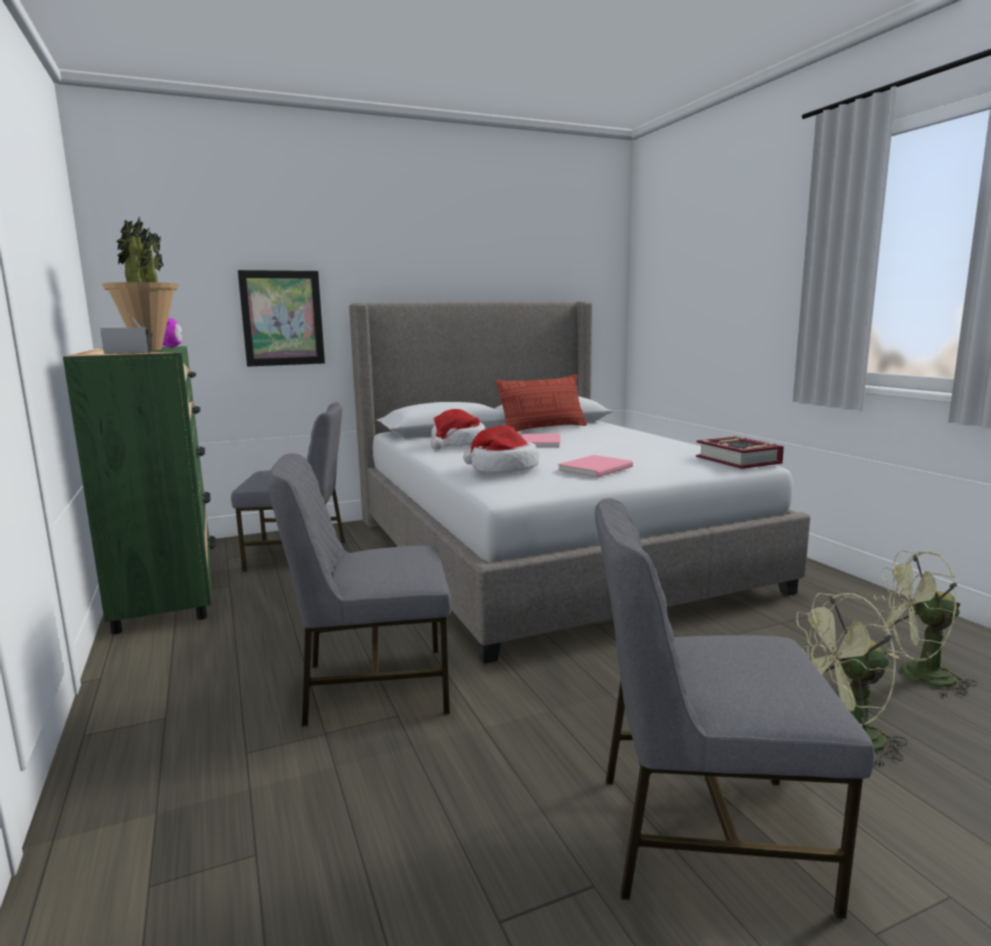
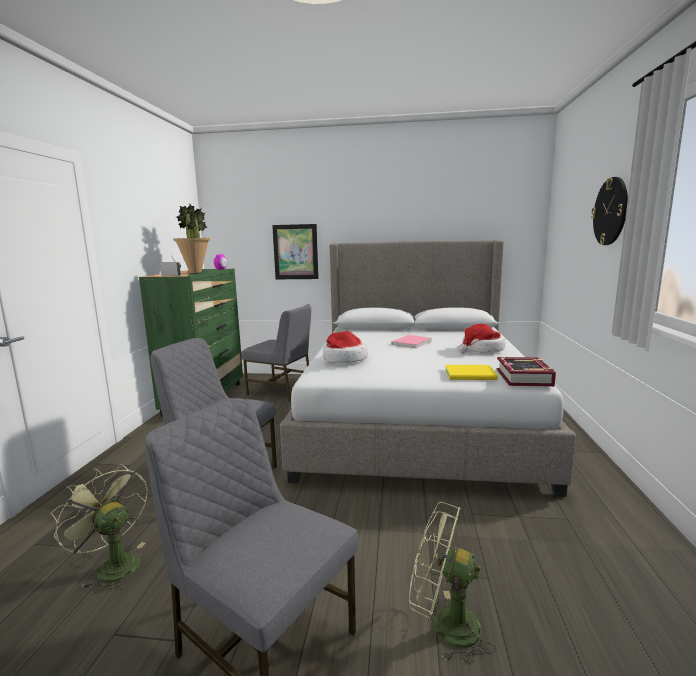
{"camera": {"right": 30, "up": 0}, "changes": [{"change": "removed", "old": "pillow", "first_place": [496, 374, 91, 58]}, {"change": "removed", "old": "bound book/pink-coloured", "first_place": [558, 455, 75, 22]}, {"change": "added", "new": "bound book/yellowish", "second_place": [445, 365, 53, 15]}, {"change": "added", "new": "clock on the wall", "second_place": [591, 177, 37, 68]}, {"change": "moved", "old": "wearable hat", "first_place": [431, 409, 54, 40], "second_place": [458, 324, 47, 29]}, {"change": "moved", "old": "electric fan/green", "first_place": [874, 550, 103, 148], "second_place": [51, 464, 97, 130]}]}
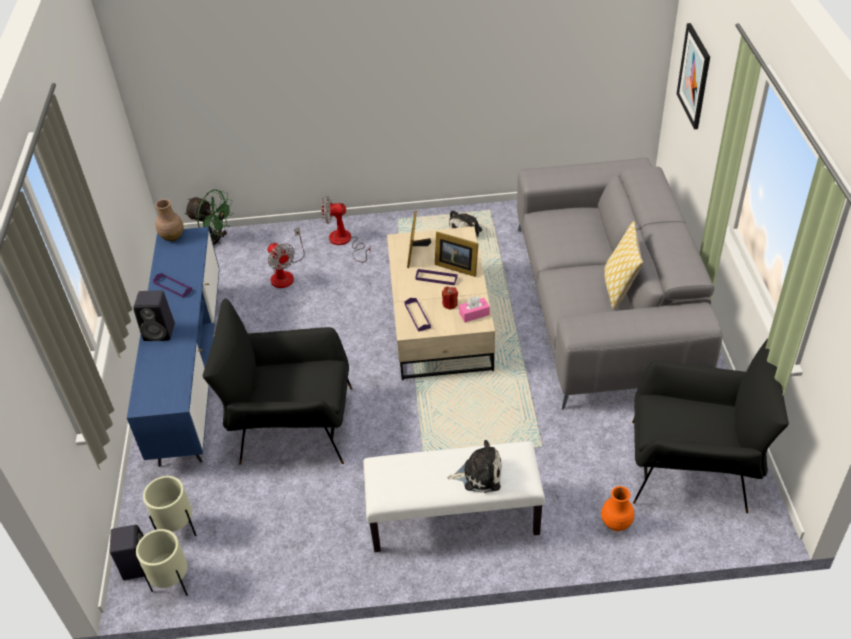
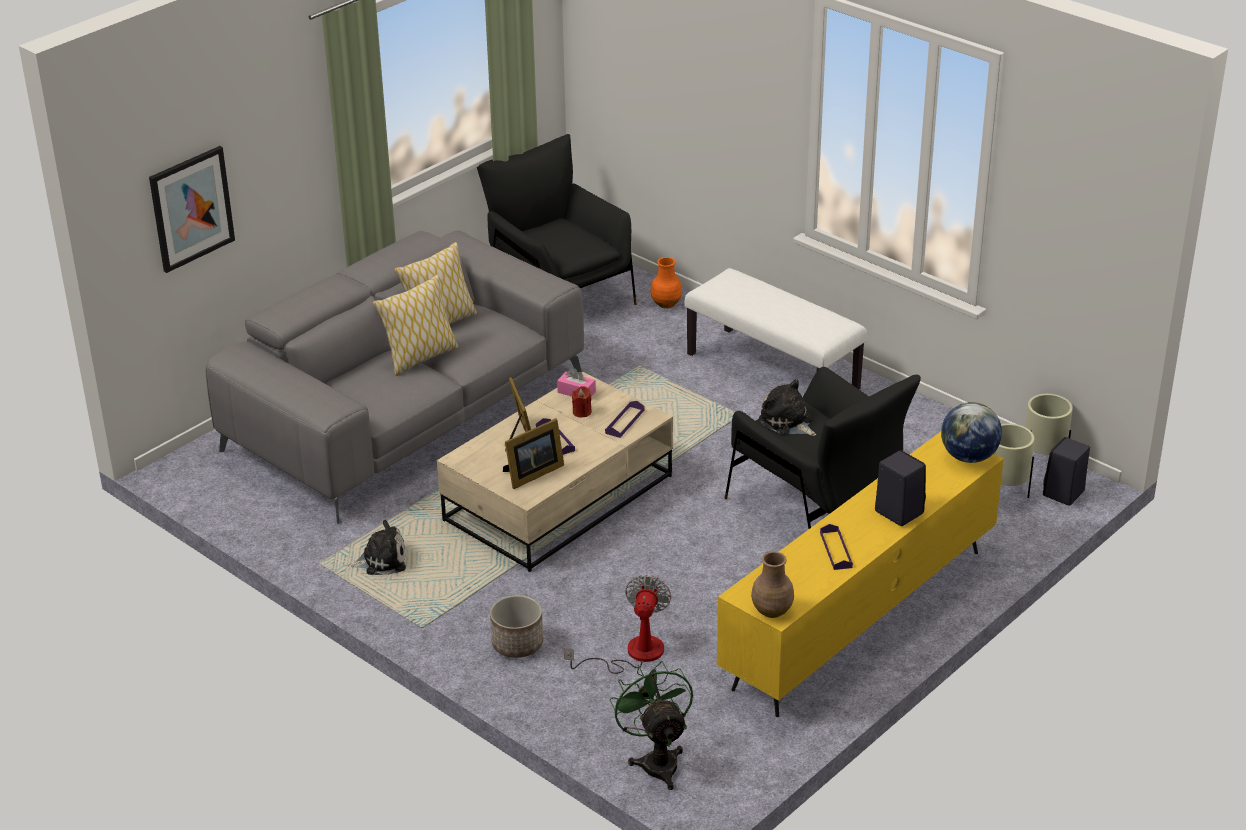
{"camera": {"right": -135, "up": -10}, "changes": [{"change": "added", "new": "pillow", "second_place": [373, 274, 86, 102]}, {"change": "added", "new": "world globe", "second_place": [941, 402, 61, 61]}, {"change": "moved", "old": "soft toy", "first_place": [448, 440, 54, 53], "second_place": [759, 379, 57, 57]}, {"change": "replaced", "old": "electric fan", "new": "planter", "first_place": [321, 196, 50, 66], "second_place": [490, 595, 53, 63]}, {"change": "recoloured", "old": "media console/bluish", "new": "media console/yellowish", "first_place": [127, 227, 93, 240], "second_place": [717, 432, 287, 285]}]}
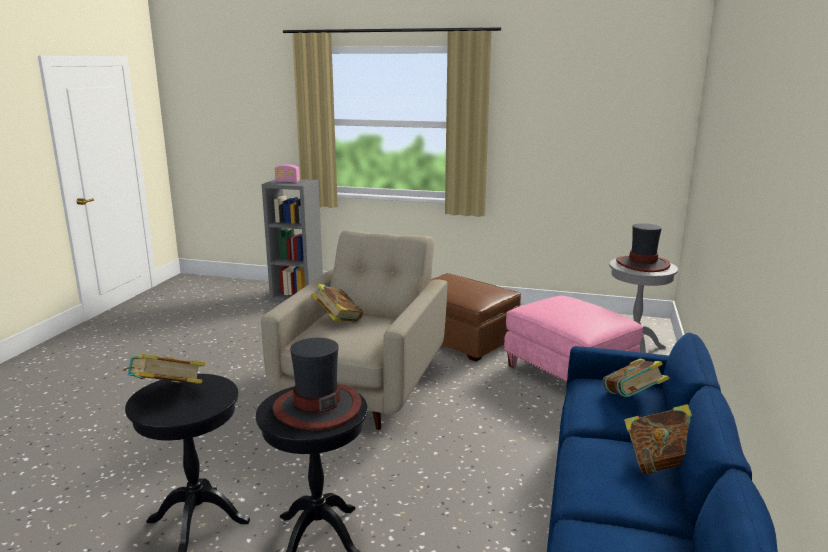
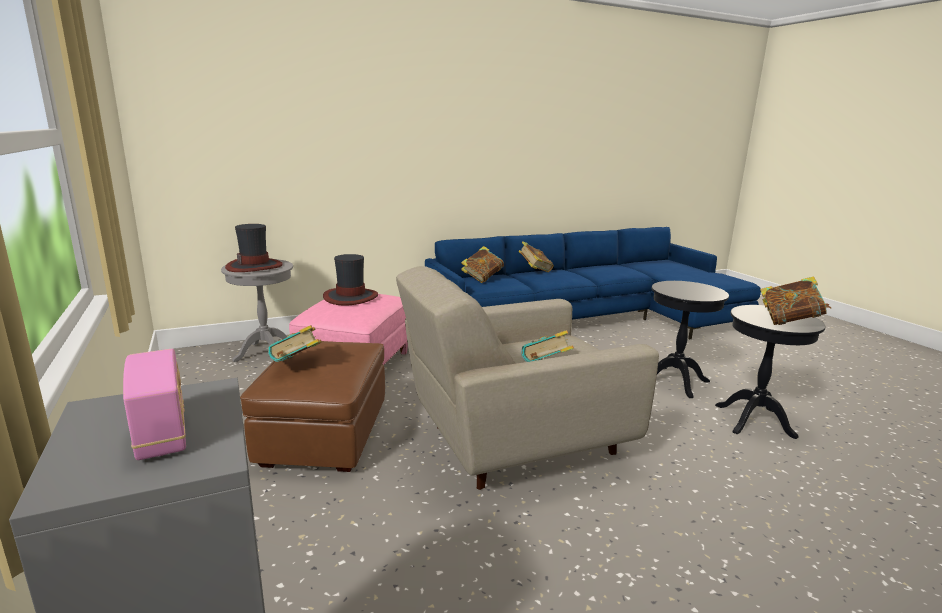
{"camera": {"right": -130, "up": 0}, "changes": [{"change": "added", "new": "bound book", "second_place": [268, 325, 54, 37]}, {"change": "moved", "old": "wearable hat", "first_place": [273, 338, 89, 92], "second_place": [323, 254, 55, 51]}]}
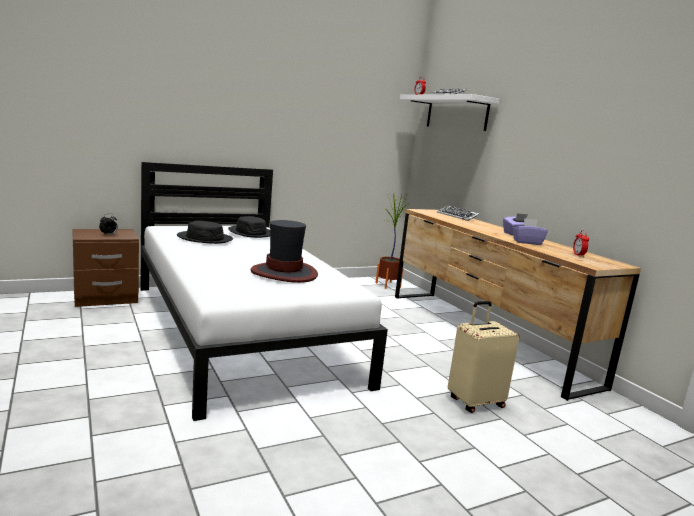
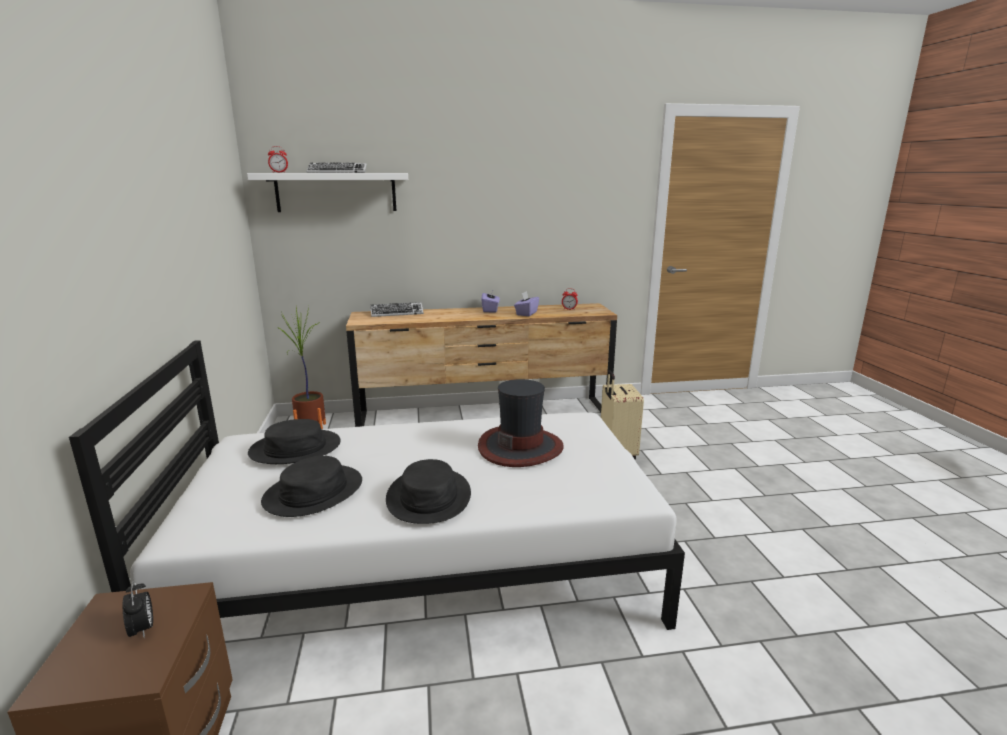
{"camera": {"right": -70, "up": 5}, "changes": [{"change": "added", "new": "wearable hat/blackish", "second_place": [386, 459, 85, 65]}]}
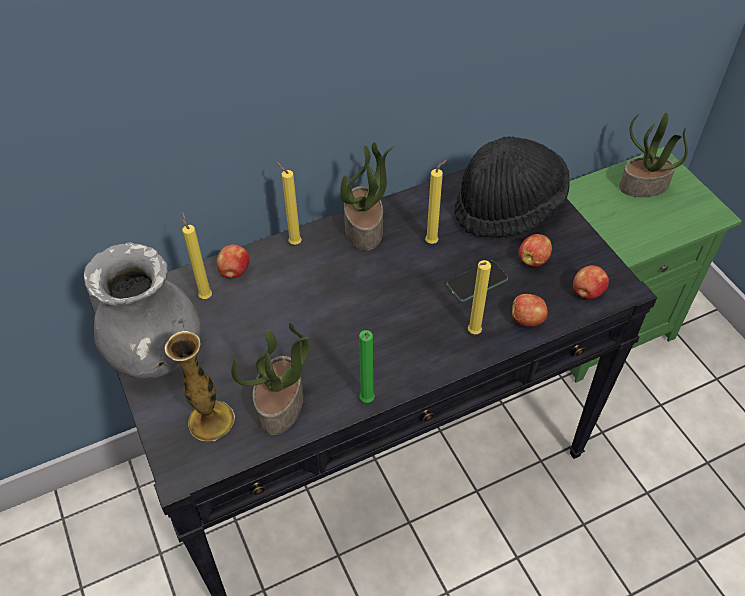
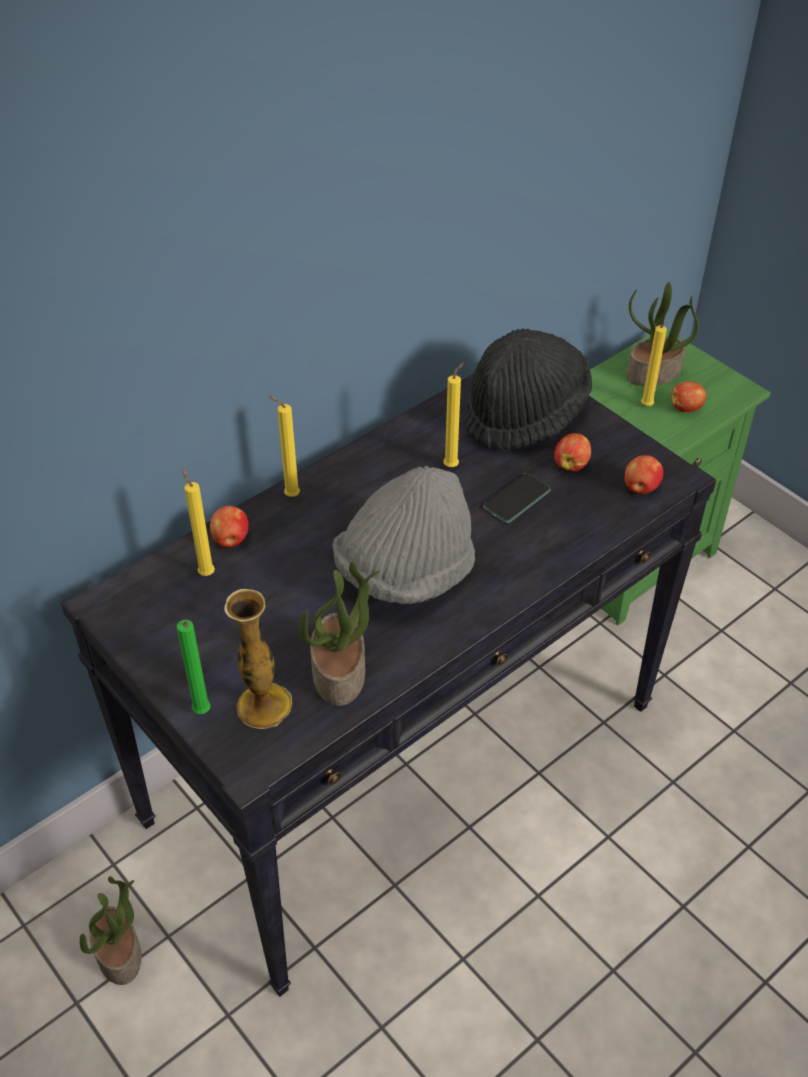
{"camera": {"right": -15, "up": -5}, "changes": [{"change": "removed", "old": "flower vase/greyish", "first_place": [84, 242, 117, 136]}, {"change": "added", "new": "wearable hat/greyish", "second_place": [333, 466, 142, 138]}, {"change": "moved", "old": "houseplant", "first_place": [340, 142, 55, 109], "second_place": [80, 876, 62, 109]}, {"change": "moved", "old": "wax light/green", "first_place": [359, 330, 16, 73], "second_place": [177, 620, 34, 94]}, {"change": "moved", "old": "wax light/yellowish", "first_place": [468, 260, 23, 74], "second_place": [641, 325, 26, 81]}, {"change": "moved", "old": "apple", "first_place": [512, 294, 36, 33], "second_place": [671, 382, 35, 30]}]}
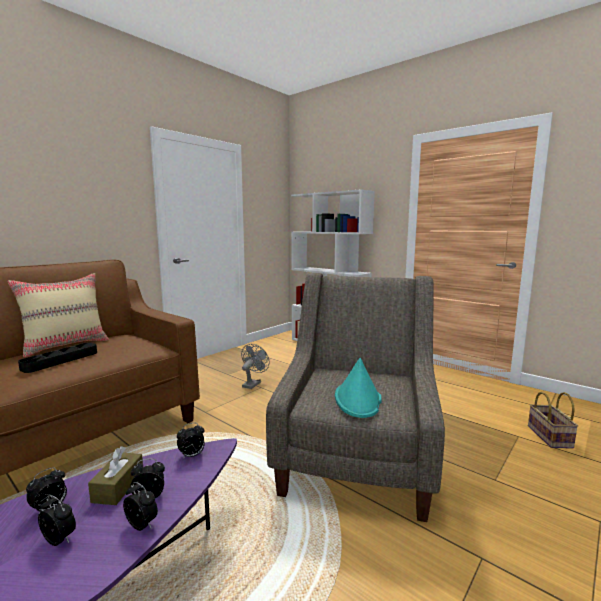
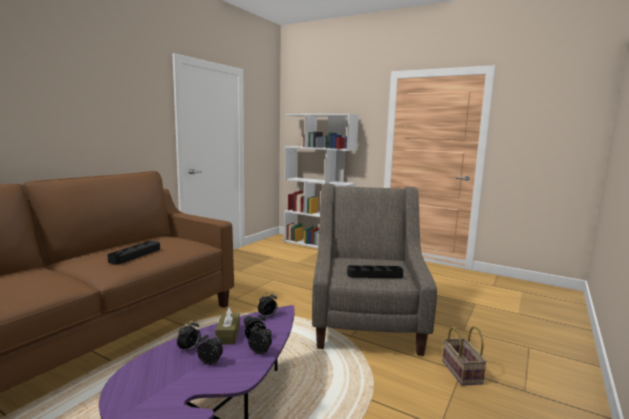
{"camera": {"right": -10, "up": 0}, "changes": [{"change": "removed", "old": "pillow/beige-coloured", "first_place": [8, 273, 101, 85]}, {"change": "removed", "old": "electric fan/greyish", "first_place": [241, 344, 28, 45]}, {"change": "moved", "old": "basket", "first_place": [528, 392, 50, 57], "second_place": [442, 326, 45, 60]}, {"change": "replaced", "old": "wearable hat/turquoise-coloured", "new": "tray/blackish", "first_place": [335, 358, 47, 60], "second_place": [347, 265, 56, 13]}]}
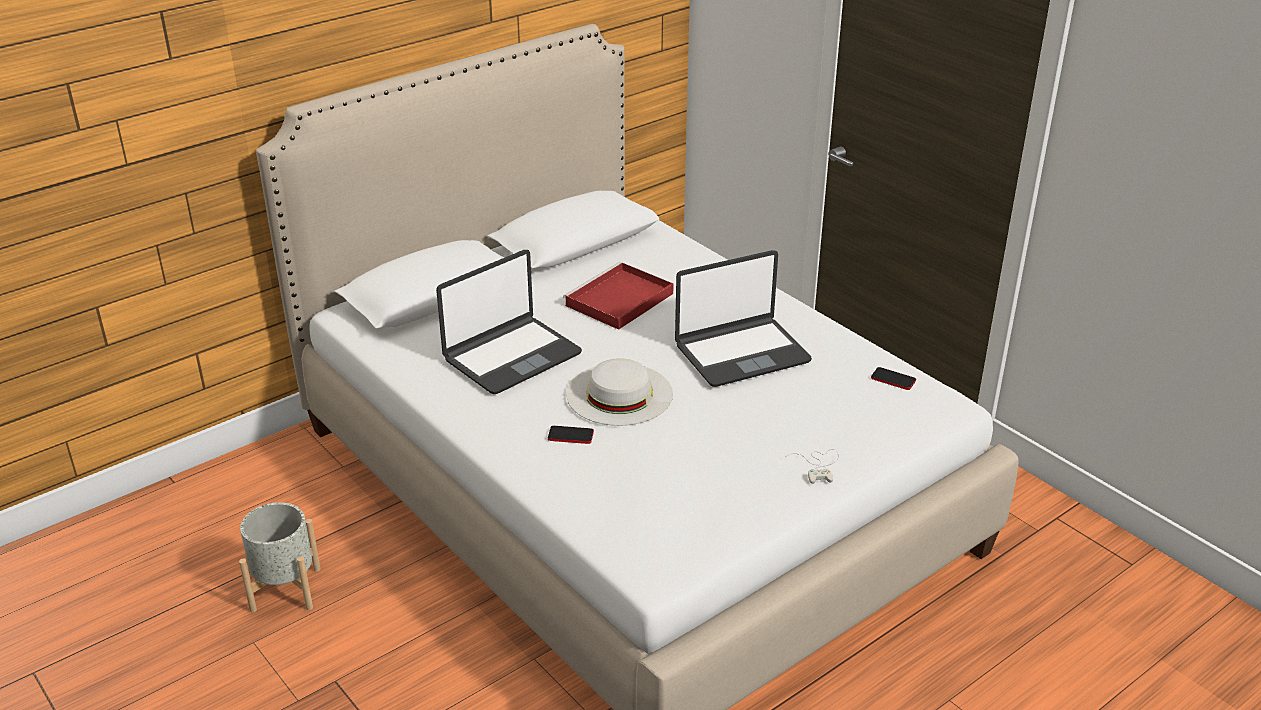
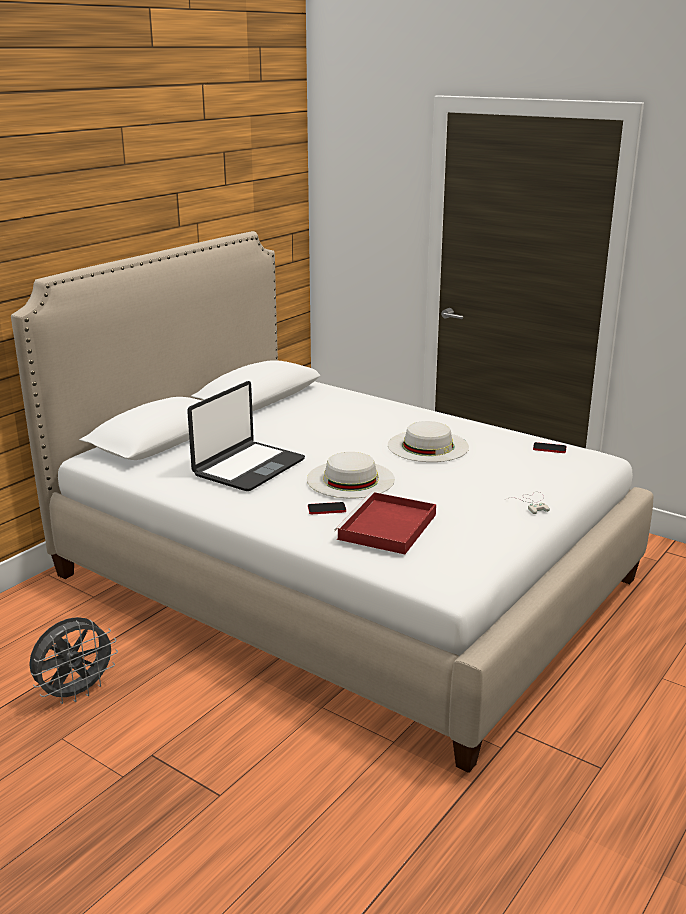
{"camera": {"right": -15, "up": -10}, "changes": [{"change": "moved", "old": "tray/red", "first_place": [563, 262, 111, 68], "second_place": [335, 492, 101, 62]}, {"change": "replaced", "old": "planter/greyish", "new": "electric fan/greyish", "first_place": [239, 502, 82, 111], "second_place": [29, 617, 89, 87]}, {"change": "replaced", "old": "laptop", "new": "wearable hat/white-coloured", "first_place": [675, 250, 137, 137], "second_place": [388, 421, 81, 41]}]}
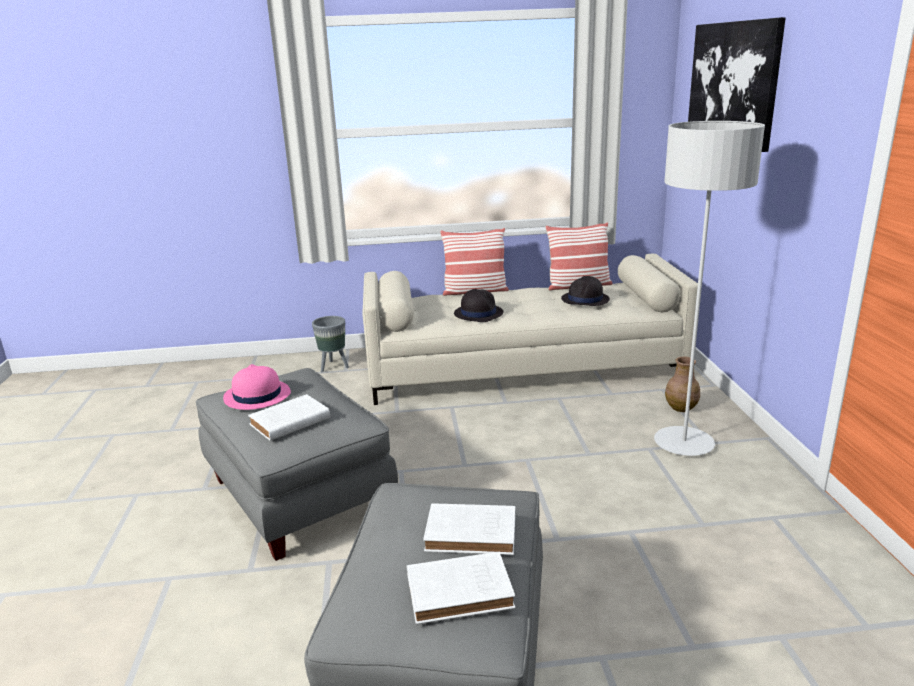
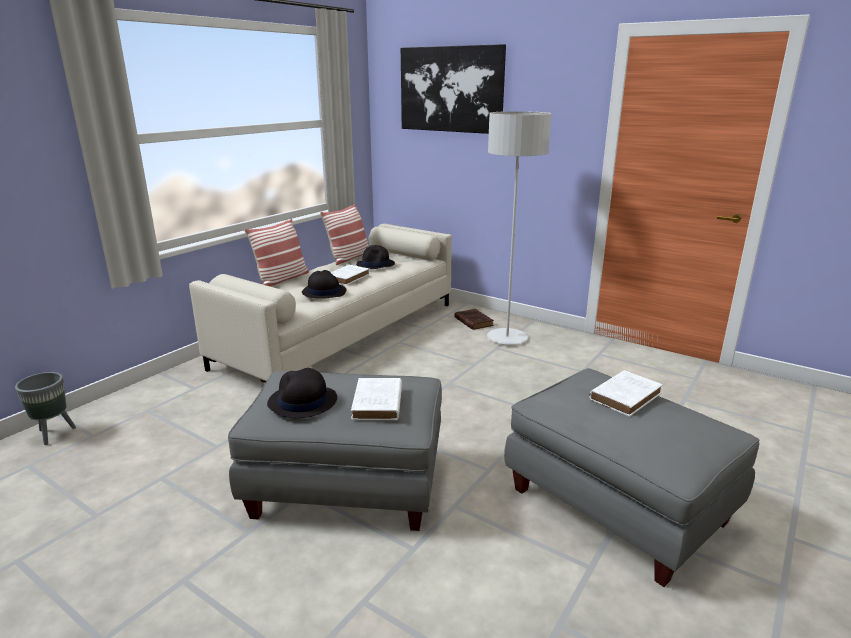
{"camera": {"right": -50, "up": 0}, "changes": [{"change": "moved", "old": "planter/greyish", "first_place": [312, 316, 37, 56], "second_place": [15, 372, 61, 73]}, {"change": "moved", "old": "bound book/white-coloured", "first_place": [407, 552, 108, 72], "second_place": [331, 265, 39, 20]}, {"change": "replaced", "old": "flower vase/brown", "new": "bound book/brown", "first_place": [665, 357, 35, 55], "second_place": [454, 309, 40, 21]}, {"change": "recoloured", "old": "wearable hat/pink-coloured", "new": "wearable hat/blackish", "first_place": [223, 364, 68, 46], "second_place": [267, 368, 70, 50]}]}
